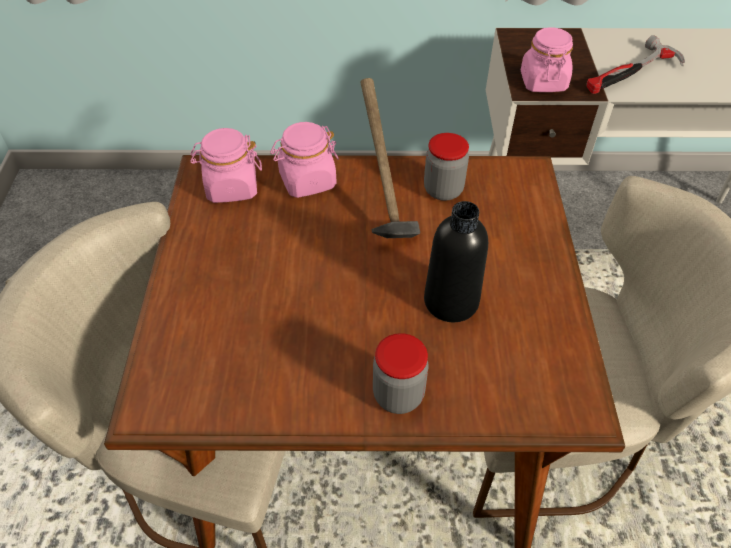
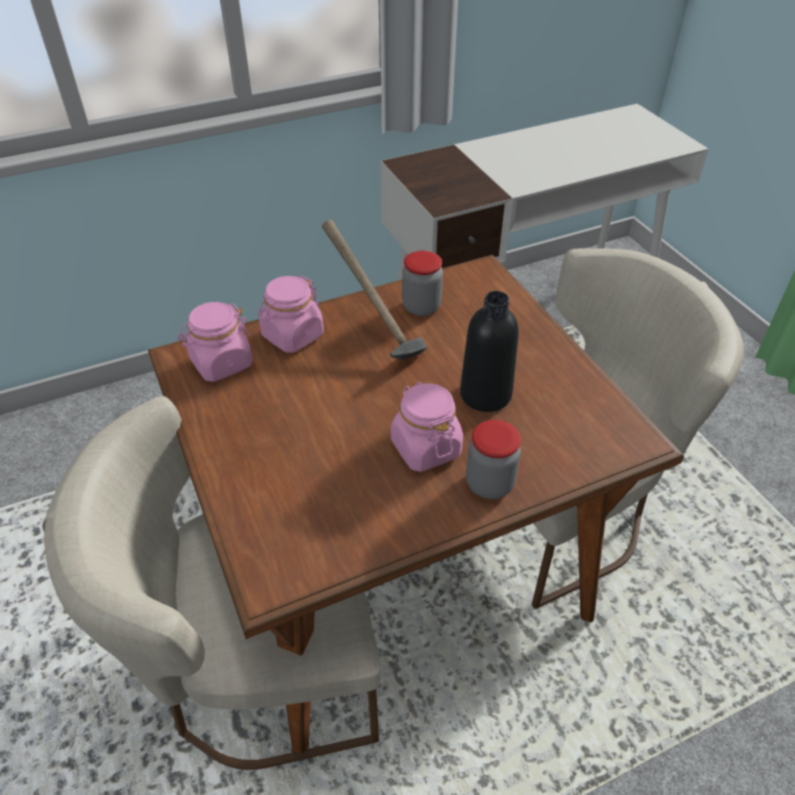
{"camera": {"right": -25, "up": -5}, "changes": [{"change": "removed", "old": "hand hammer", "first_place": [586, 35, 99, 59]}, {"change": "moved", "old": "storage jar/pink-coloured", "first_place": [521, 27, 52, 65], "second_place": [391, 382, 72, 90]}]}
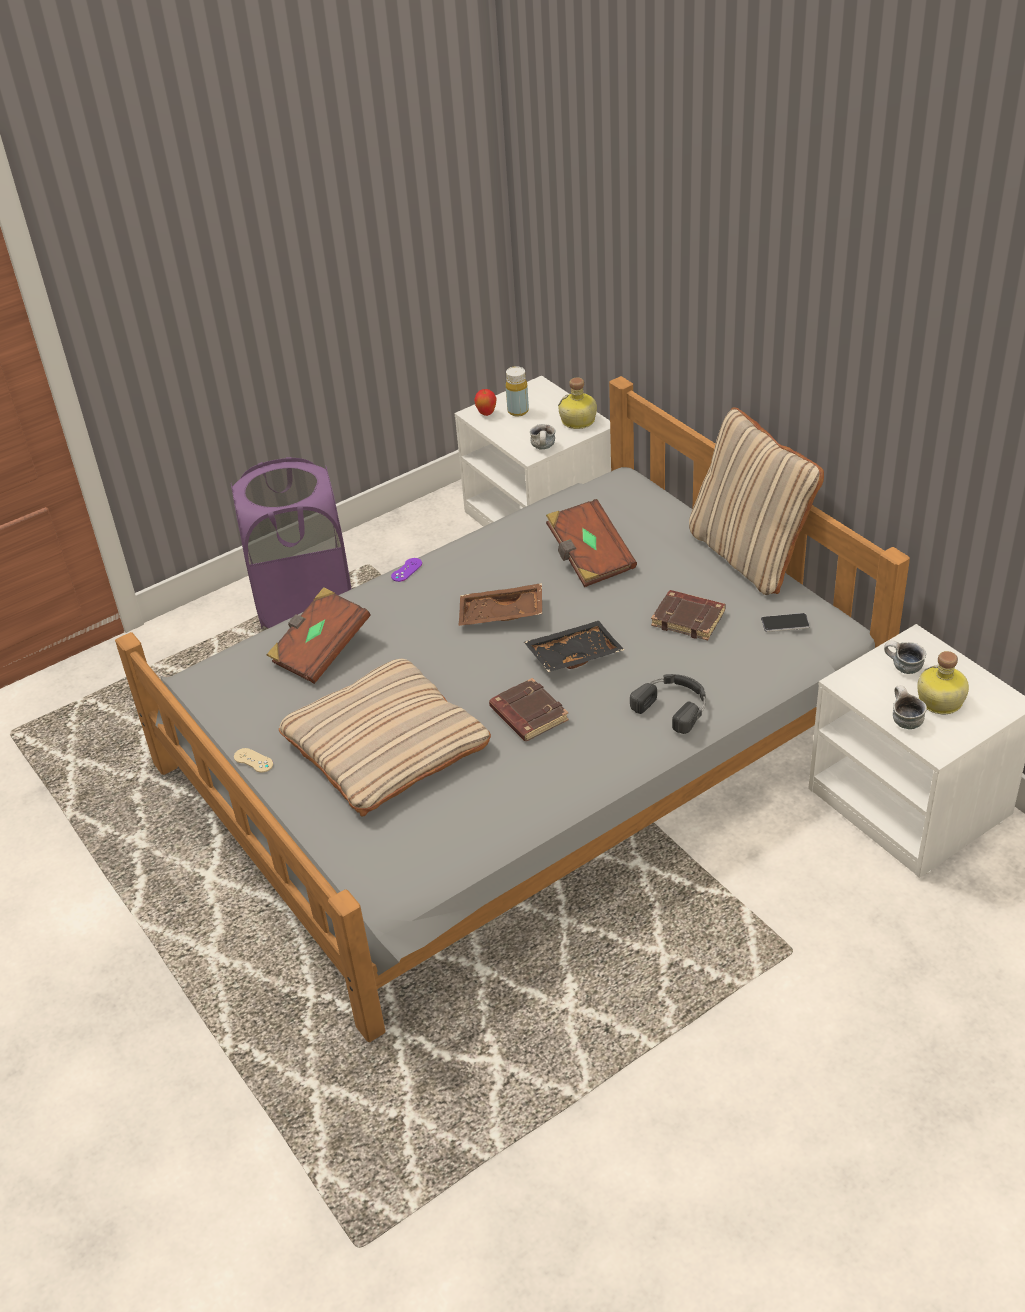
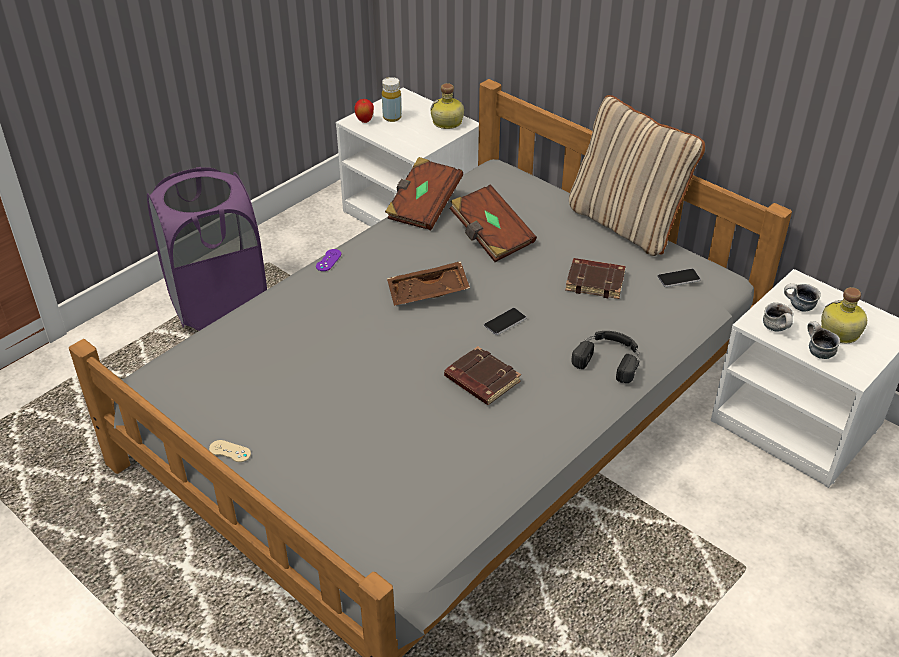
{"camera": {"right": -15, "up": 0}, "changes": [{"change": "removed", "old": "pillow/beige-coloured", "first_place": [279, 659, 212, 158]}, {"change": "moved", "old": "bound book/brown", "first_place": [267, 587, 104, 97], "second_place": [385, 157, 78, 73]}, {"change": "moved", "old": "coffee mug", "first_place": [530, 424, 25, 25], "second_place": [763, 303, 30, 29]}, {"change": "replaced", "old": "tray/blackish", "new": "handset", "first_place": [524, 621, 100, 51], "second_place": [484, 308, 42, 27]}]}
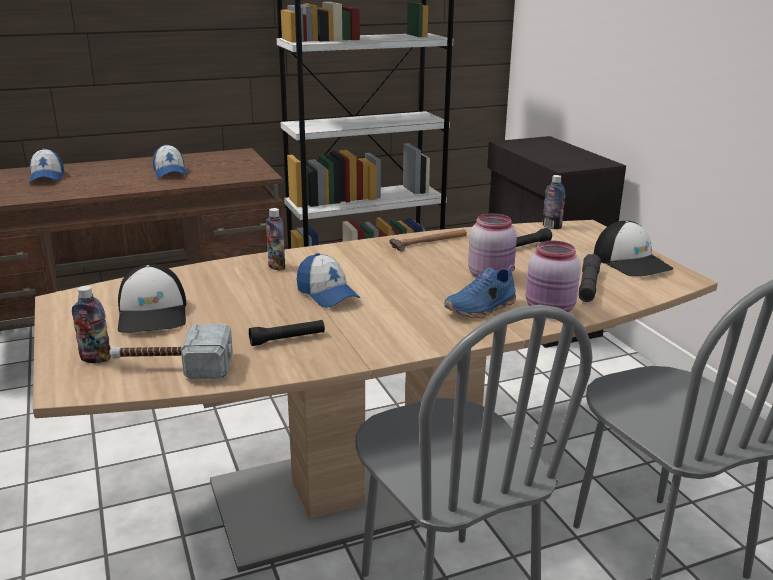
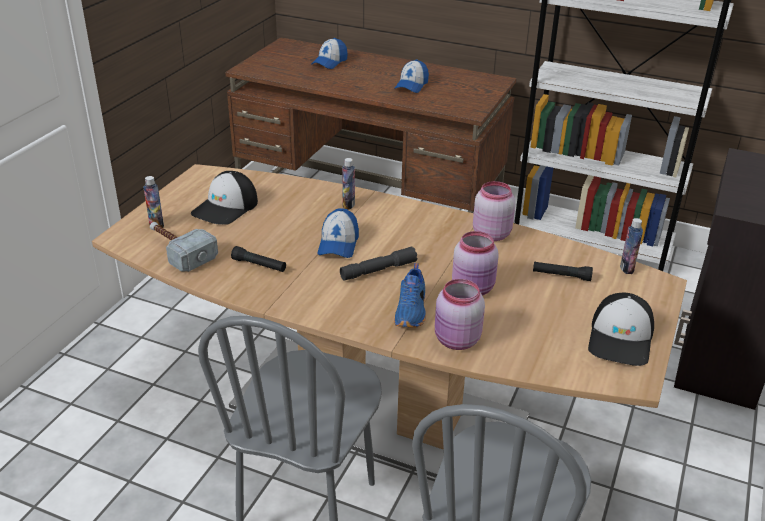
{"camera": {"right": 45, "up": 10}, "changes": [{"change": "moved", "old": "hand torch/greyish", "first_place": [579, 254, 22, 48], "second_place": [340, 246, 77, 35]}, {"change": "replaced", "old": "hand hammer", "new": "storage jar/pink-coloured", "first_place": [389, 229, 78, 23], "second_place": [473, 181, 42, 60]}, {"change": "turned", "old": "shoe/bluish", "first_place": [444, 265, 72, 53], "second_place": [394, 263, 32, 64], "degrees": -90}]}
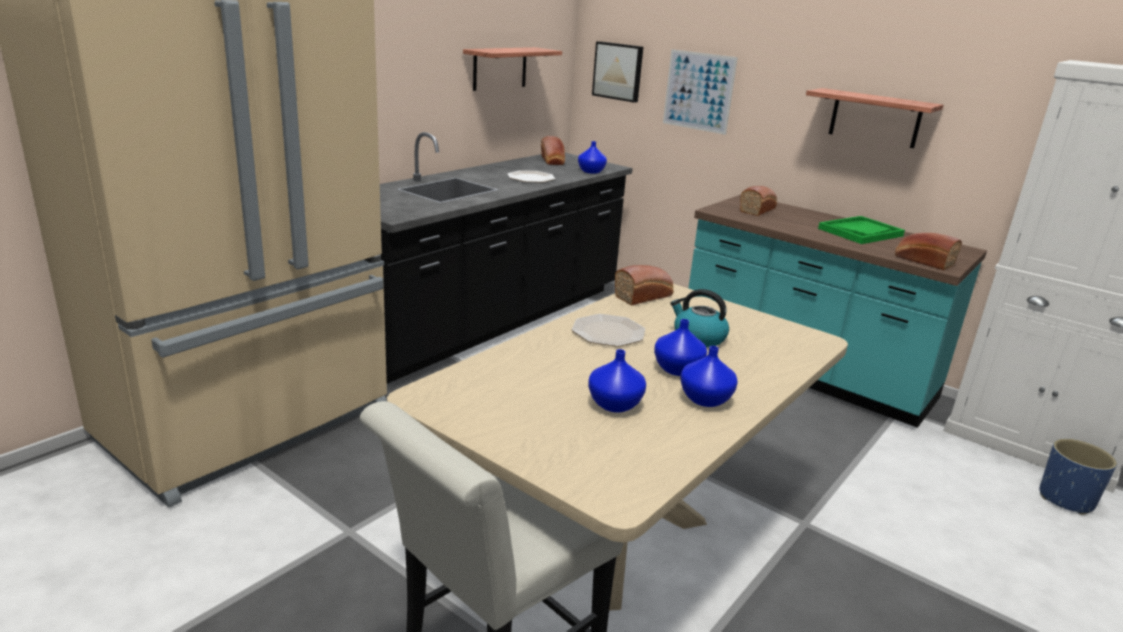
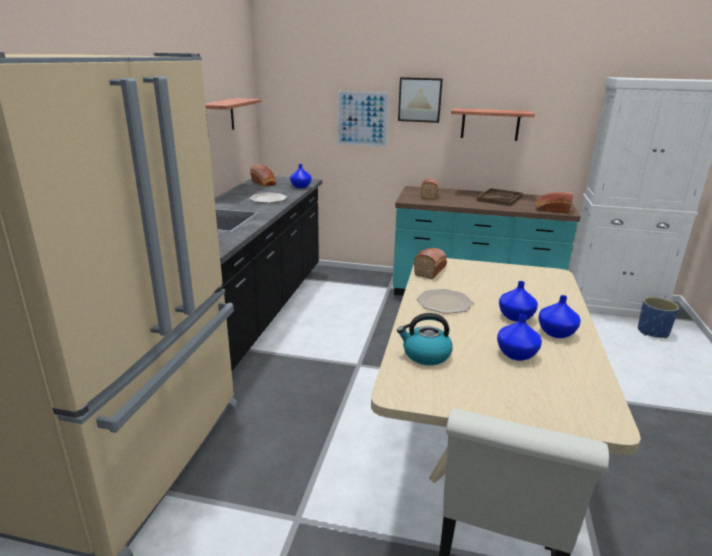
{"camera": {"right": -25, "up": 0}, "changes": [{"change": "moved", "old": "picture", "first_place": [592, 41, 51, 62], "second_place": [398, 77, 45, 46]}, {"change": "moved", "old": "tea kettle", "first_place": [670, 289, 59, 58], "second_place": [397, 313, 56, 52]}, {"change": "recoloured", "old": "tray/green", "new": "tray/brown", "first_place": [818, 216, 87, 28], "second_place": [477, 188, 46, 18]}]}
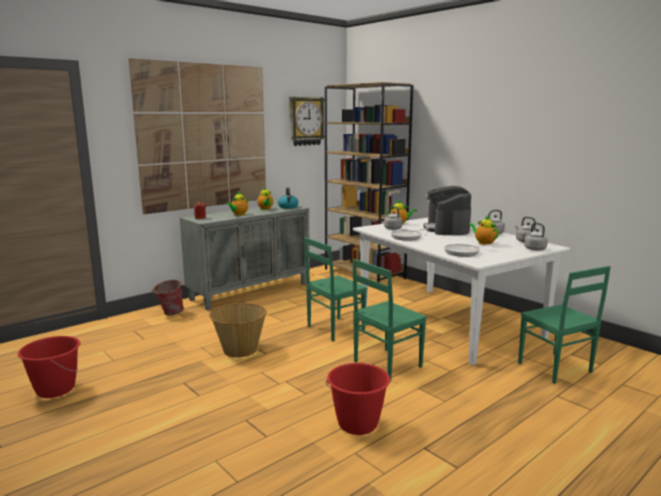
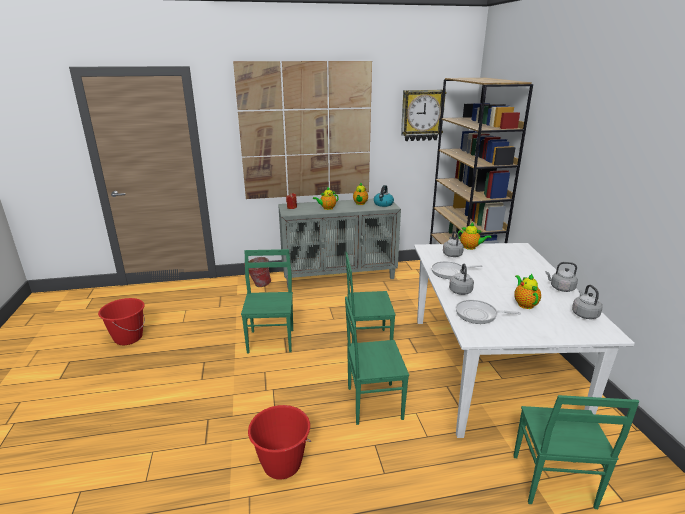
{"camera": {"right": 30, "up": 10}, "changes": [{"change": "removed", "old": "coffee maker", "first_place": [423, 186, 48, 49]}, {"change": "moved", "old": "tea kettle/greyish", "first_place": [524, 223, 24, 28], "second_place": [449, 264, 25, 31]}, {"change": "replaced", "old": "basket", "new": "upright chair/green", "first_place": [209, 303, 58, 55], "second_place": [241, 249, 52, 105]}]}
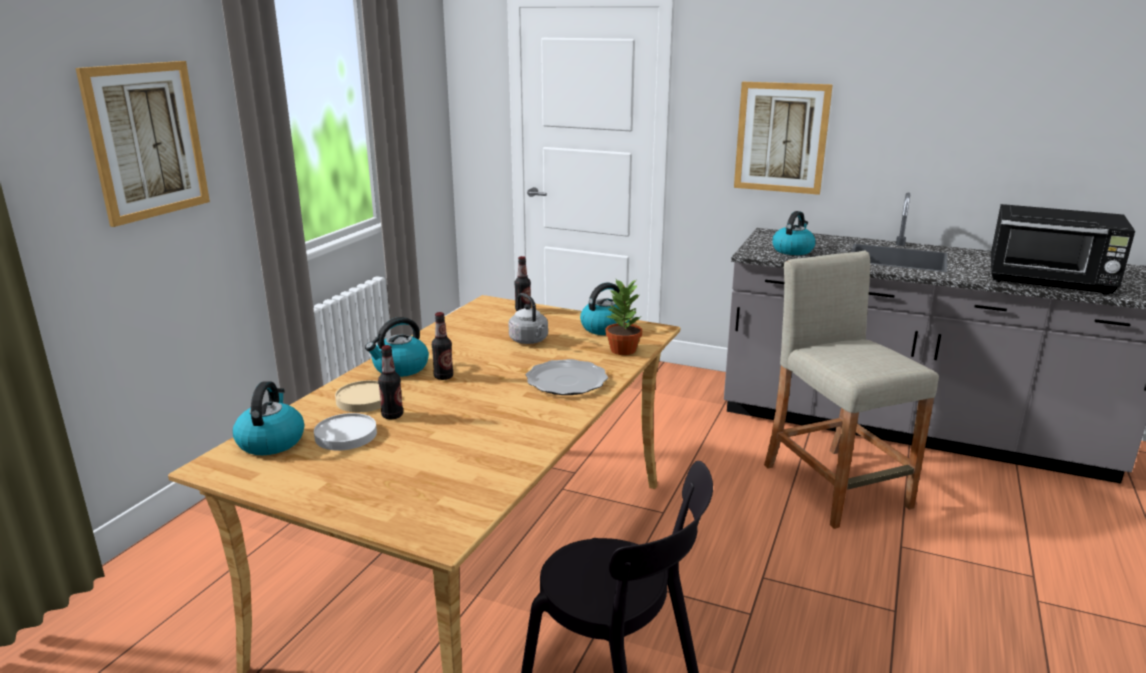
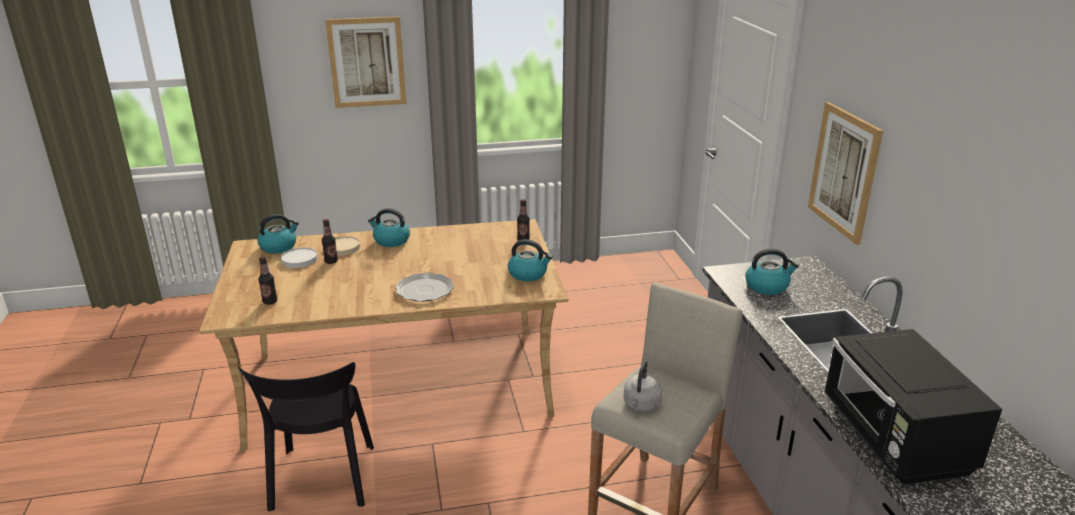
{"camera": {"right": 55, "up": 5}, "changes": [{"change": "removed", "old": "houseplant", "first_place": [605, 279, 37, 76]}, {"change": "moved", "old": "drink bottle", "first_place": [432, 312, 21, 68], "second_place": [258, 256, 19, 49]}, {"change": "moved", "old": "tea kettle/greyish", "first_place": [508, 293, 40, 51], "second_place": [624, 361, 38, 51]}]}
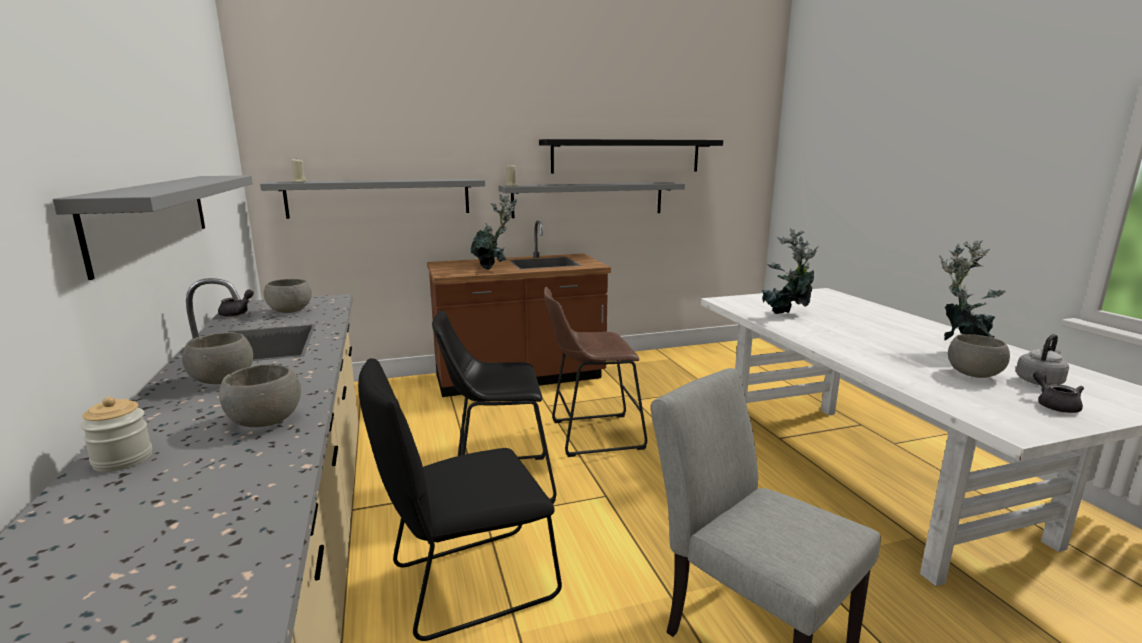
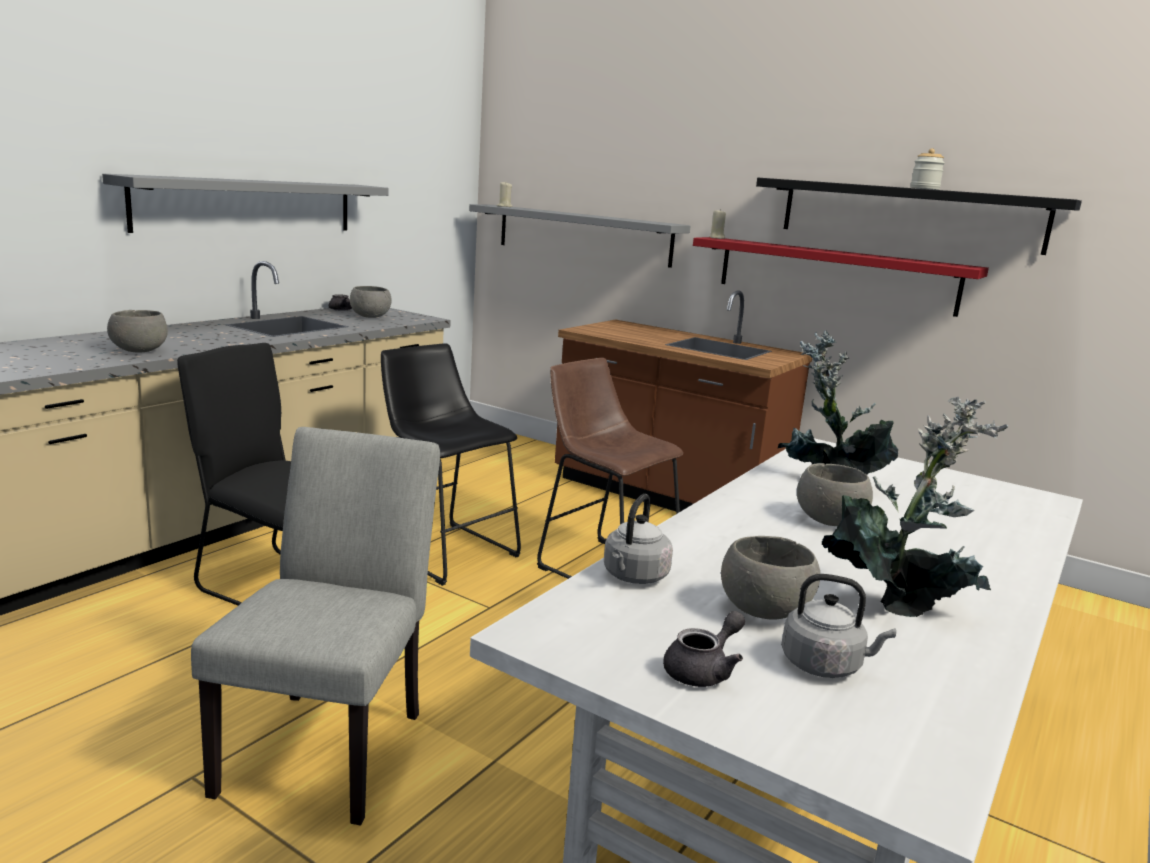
{"camera": {"right": 50, "up": 0}, "changes": [{"change": "removed", "old": "houseplant", "first_place": [470, 194, 47, 76]}, {"change": "added", "new": "tea kettle/greyish", "second_place": [604, 494, 69, 90]}, {"change": "moved", "old": "storage jar", "first_place": [80, 397, 72, 75], "second_place": [910, 148, 35, 42]}, {"change": "moved", "old": "serving bowl/greyish", "first_place": [182, 332, 71, 52], "second_place": [797, 463, 76, 63]}, {"change": "recoloured", "old": "shelf/greyish", "new": "shelf/red", "first_place": [499, 182, 186, 36], "second_place": [693, 237, 296, 80]}]}
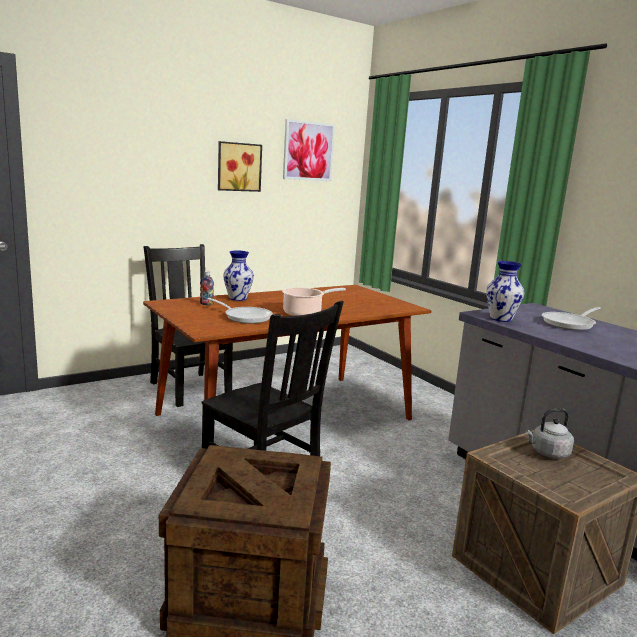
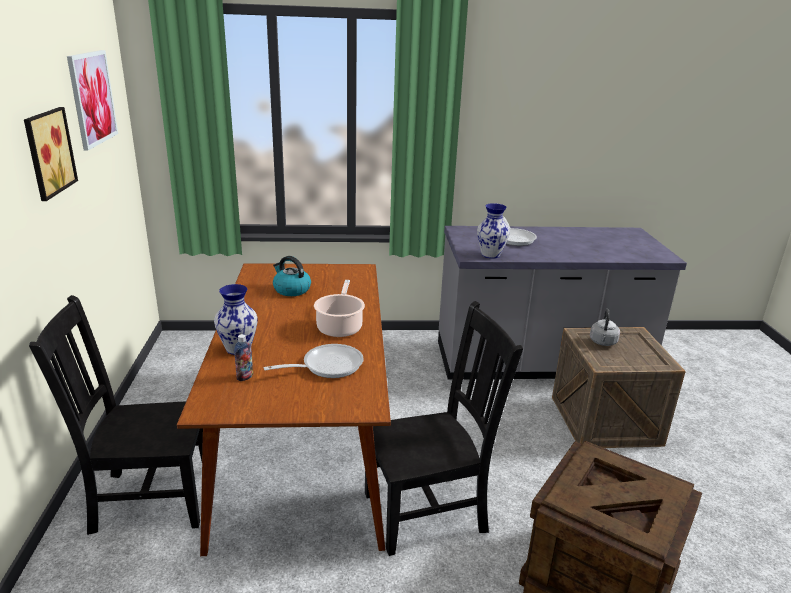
{"camera": {"right": -60, "up": 10}, "changes": [{"change": "added", "new": "tea kettle", "second_place": [273, 256, 38, 40]}]}
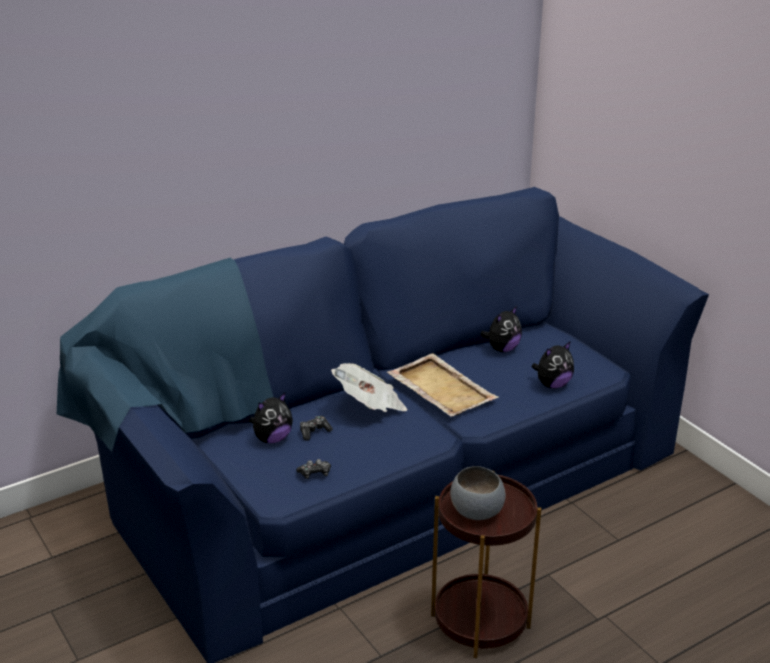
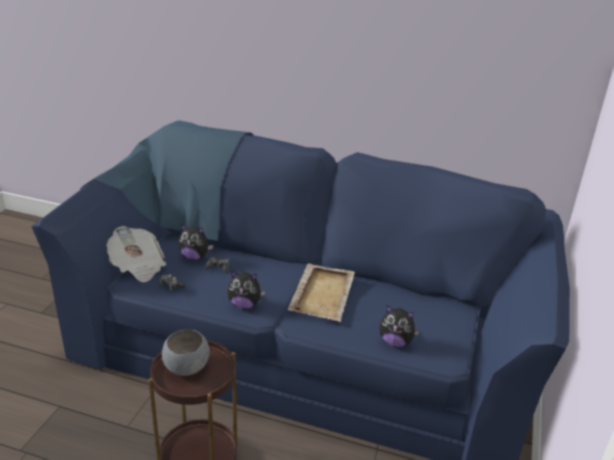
{"camera": {"right": 50, "up": 0}, "changes": [{"change": "moved", "old": "newspaper", "first_place": [331, 363, 77, 49], "second_place": [106, 226, 60, 56]}, {"change": "moved", "old": "soft toy", "first_place": [480, 306, 42, 46], "second_place": [228, 270, 38, 39]}]}
